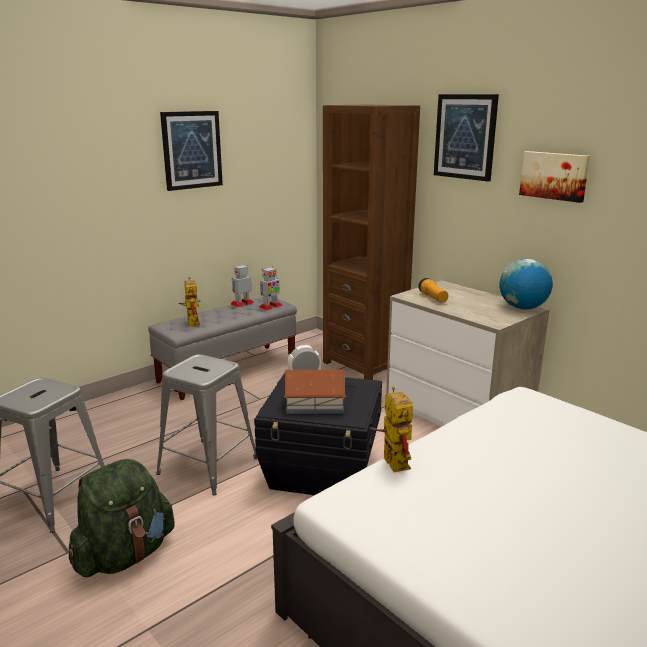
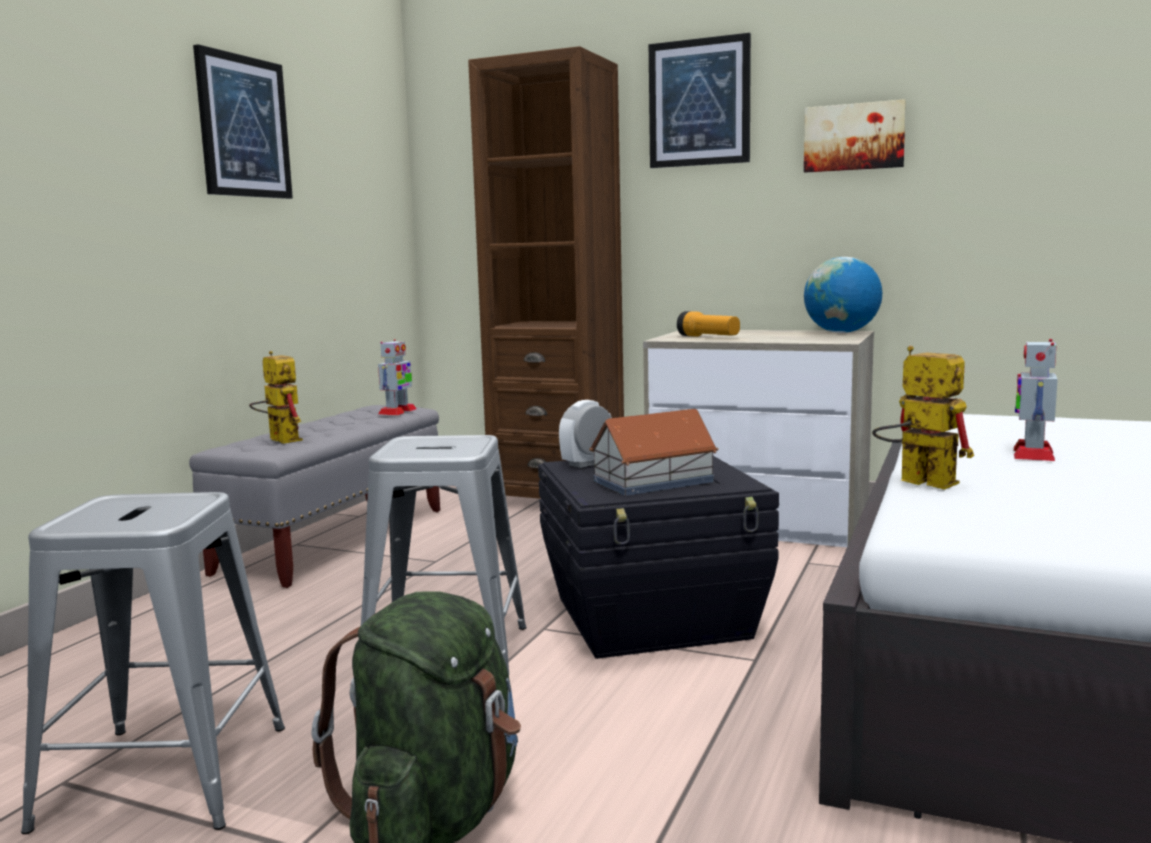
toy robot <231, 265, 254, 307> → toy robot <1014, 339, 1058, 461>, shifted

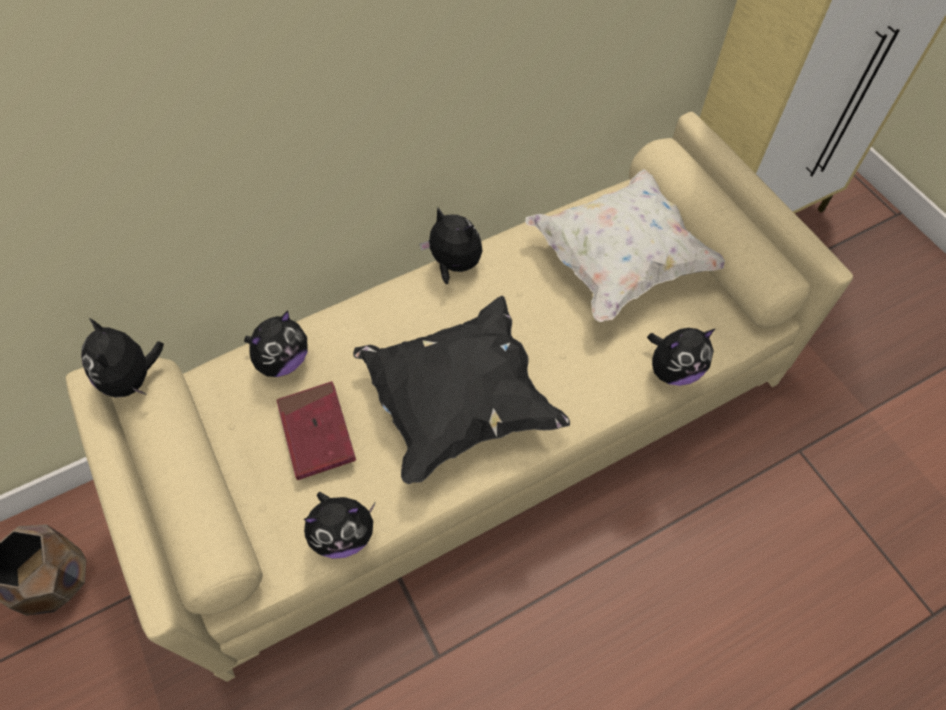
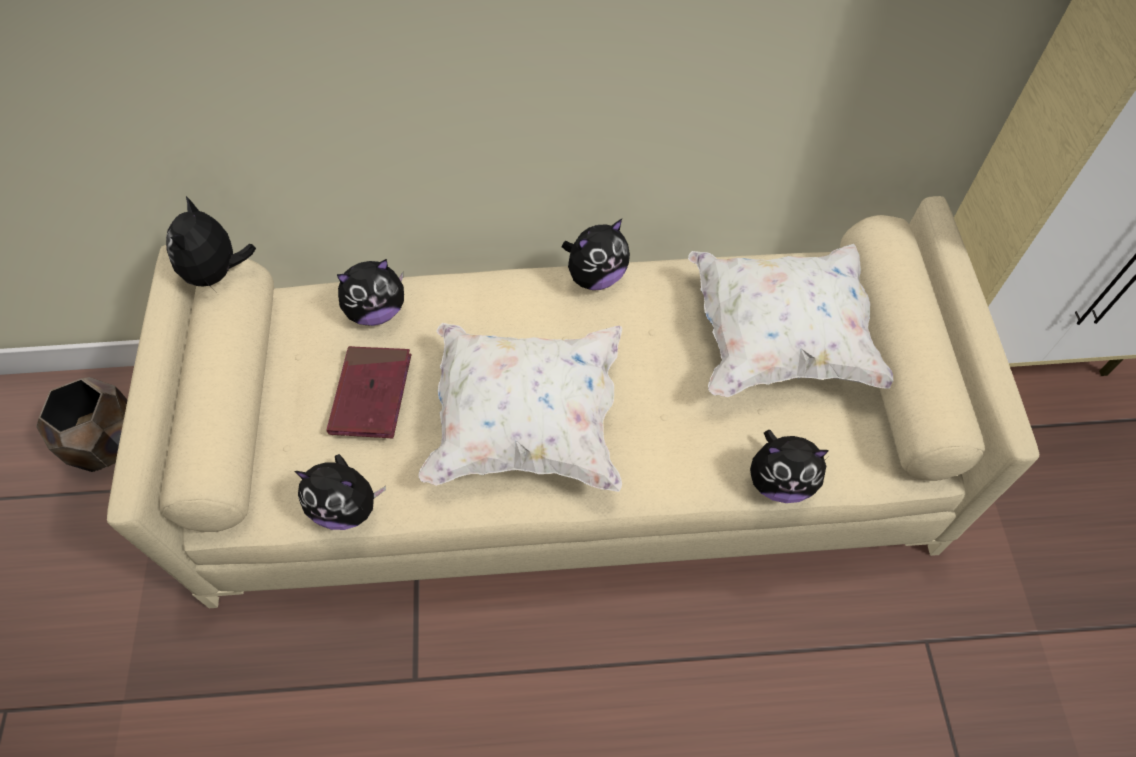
pillow/black <353, 296, 570, 484> → pillow/whitish <419, 323, 622, 492>
plush toy <419, 208, 482, 284> → plush toy <562, 219, 630, 290>, 90 degrees clockwise

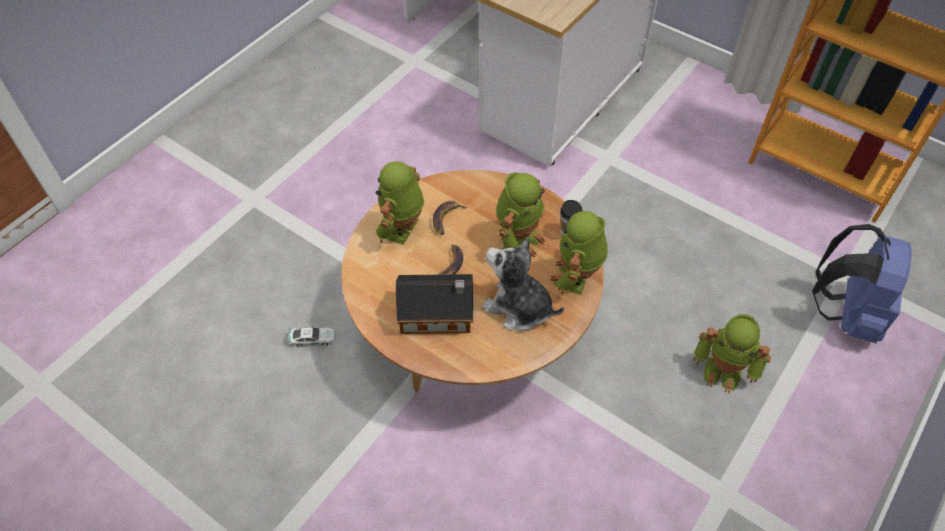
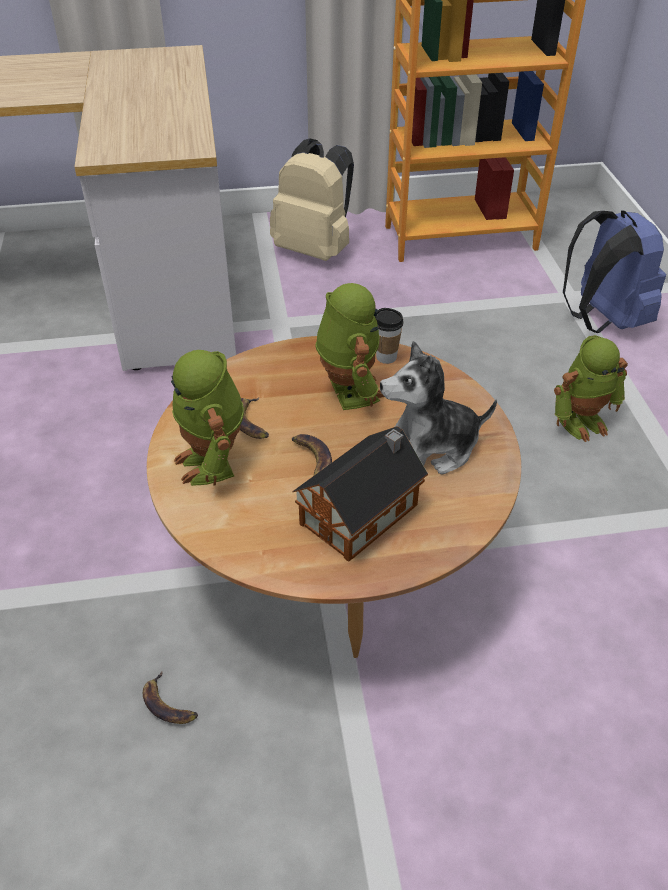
toy robot <550, 211, 608, 295> → -
- → backpack/sand-coloured <270, 138, 354, 261>
model car <288, 325, 336, 347> → whole banana <143, 671, 198, 724>

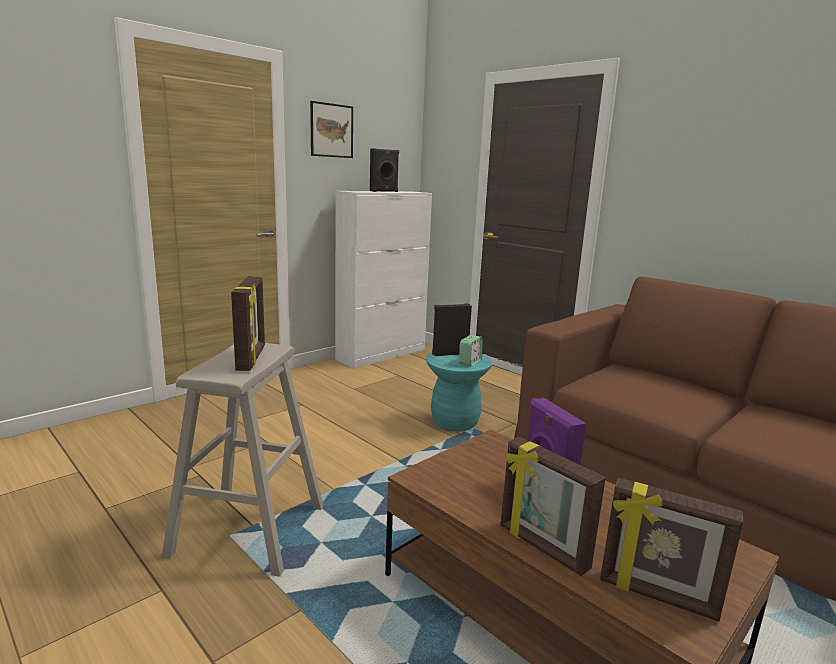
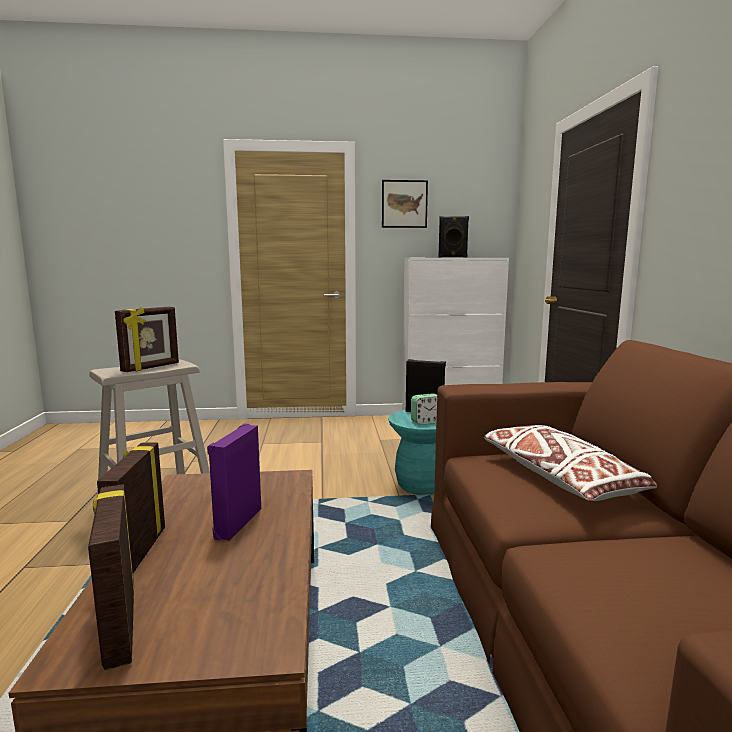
- → pillow/whitish <484, 425, 657, 501>

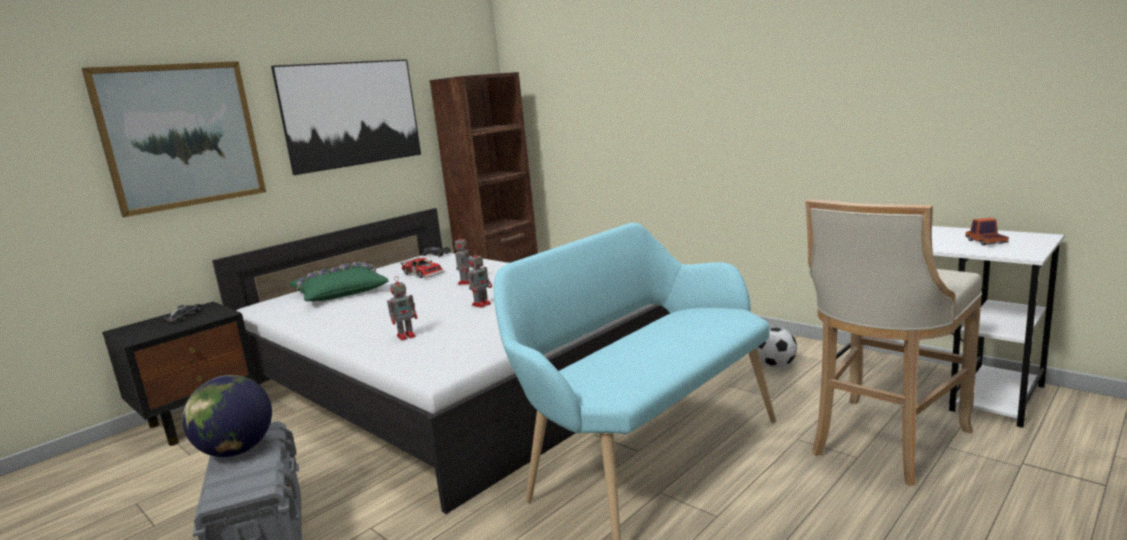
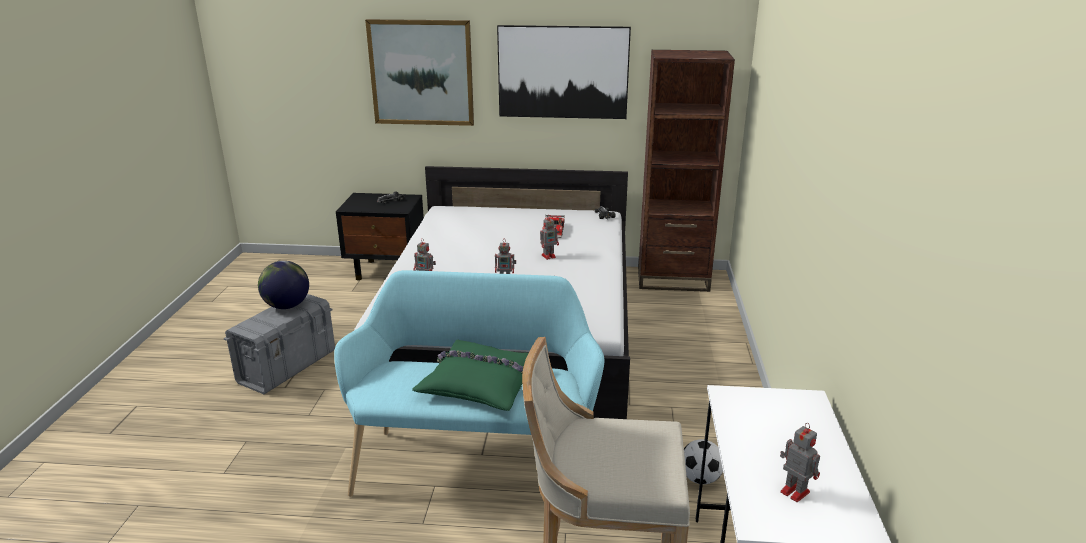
pillow/green <289, 262, 389, 301> → pillow/green <412, 340, 528, 411>, shifted
toy truck <965, 218, 1009, 246> → toy robot <780, 423, 820, 502>

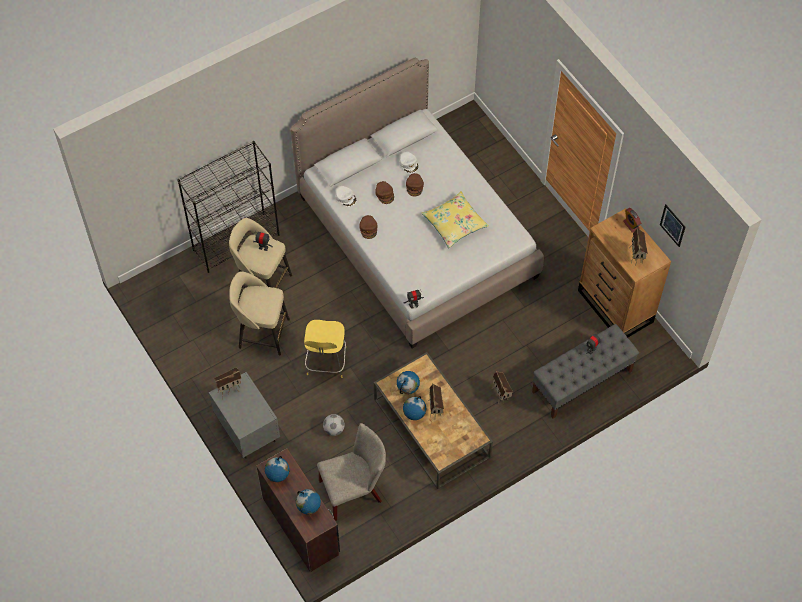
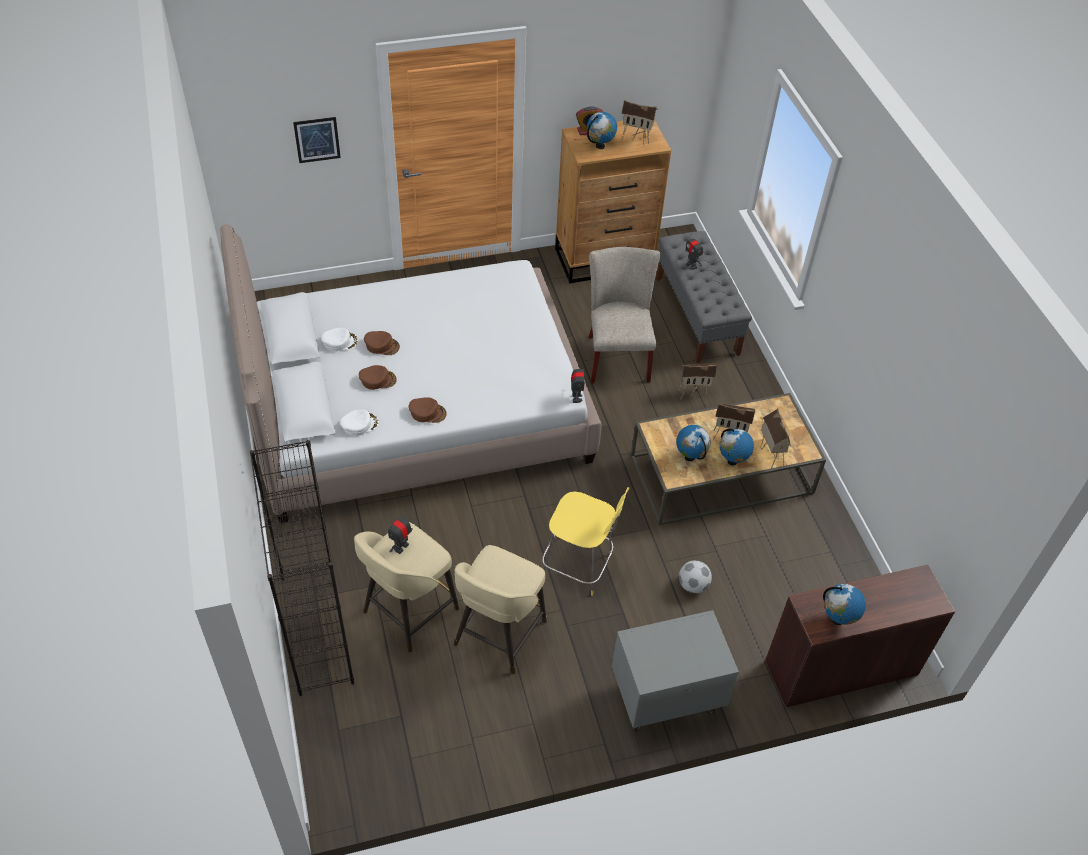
pillow/yellow <421, 192, 489, 248> → -
miniature house <214, 367, 241, 399> → miniature house <760, 409, 791, 468>, shifted
desk globe <296, 489, 321, 514> → desk globe <587, 112, 617, 149>, shifted
chair/sand-coloured <317, 423, 386, 521> → chair/sand-coloured <588, 247, 660, 383>, shifted
picture <660, 204, 685, 247> → picture <293, 117, 341, 163>, shifted

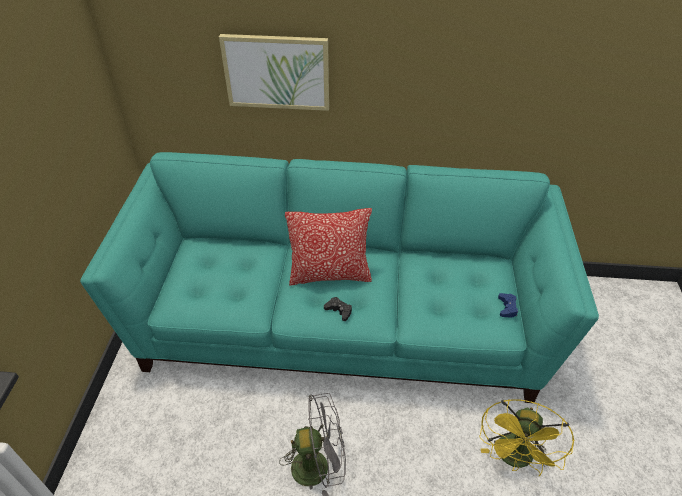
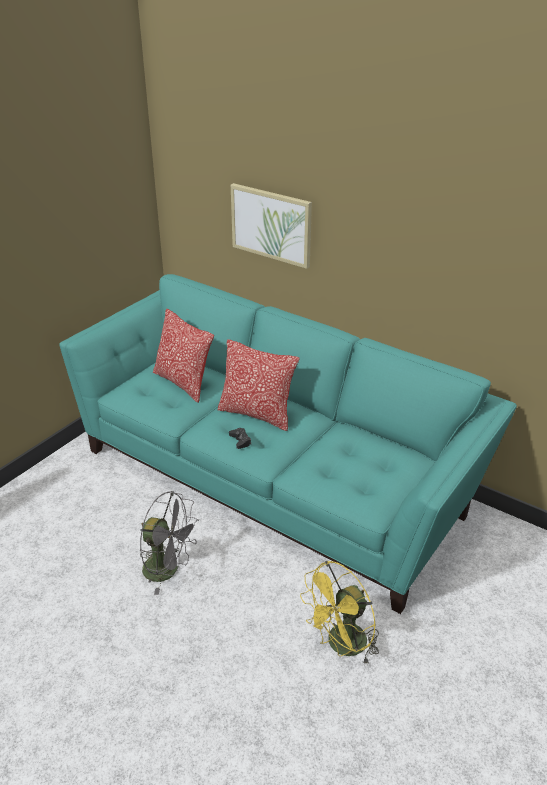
game controller/bluish <498, 293, 518, 318> → -
- → pillow <153, 308, 214, 403>

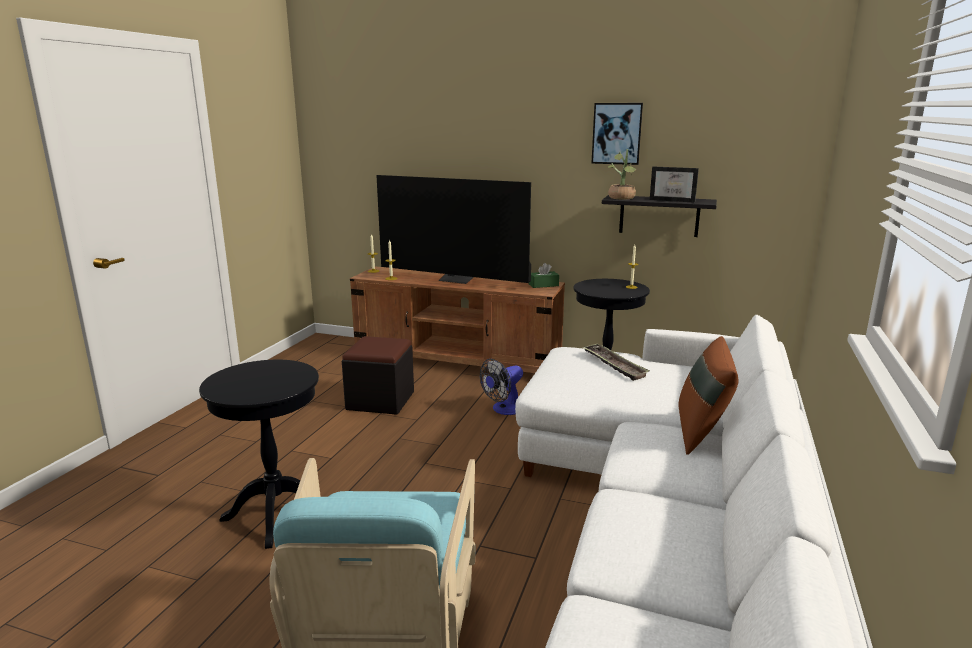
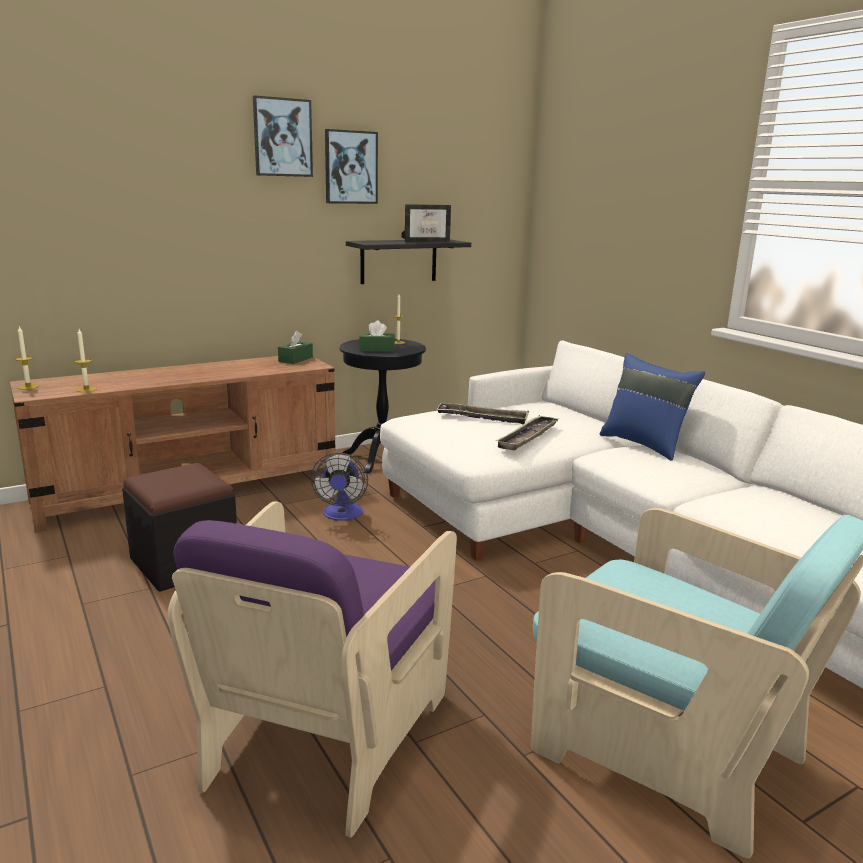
TV set <376, 175, 531, 284> → -
plant in a pot <608, 149, 636, 199> → -
- → picture <253, 95, 313, 177>
- → tissue holder/green <359, 320, 395, 352>
- → tray <496, 415, 560, 451>
end table/black <199, 360, 319, 549> → lounge chair/purplish <168, 501, 457, 838>
pillow/brown <678, 336, 739, 455> → pillow/bluish <600, 353, 705, 461>

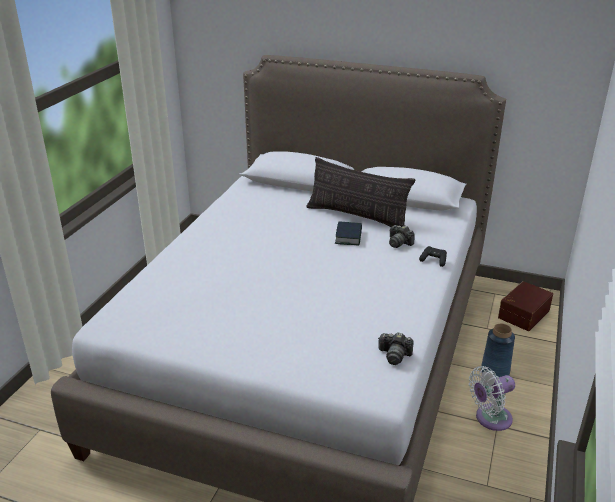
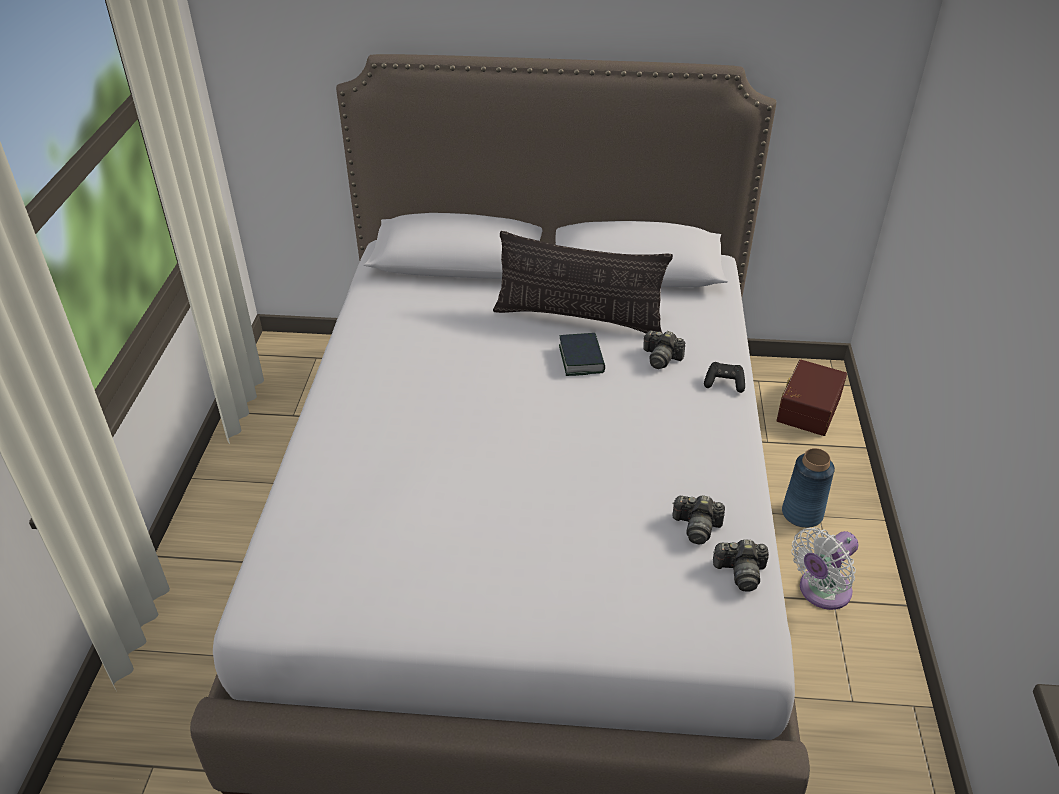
- → photo camera <672, 495, 725, 544>

